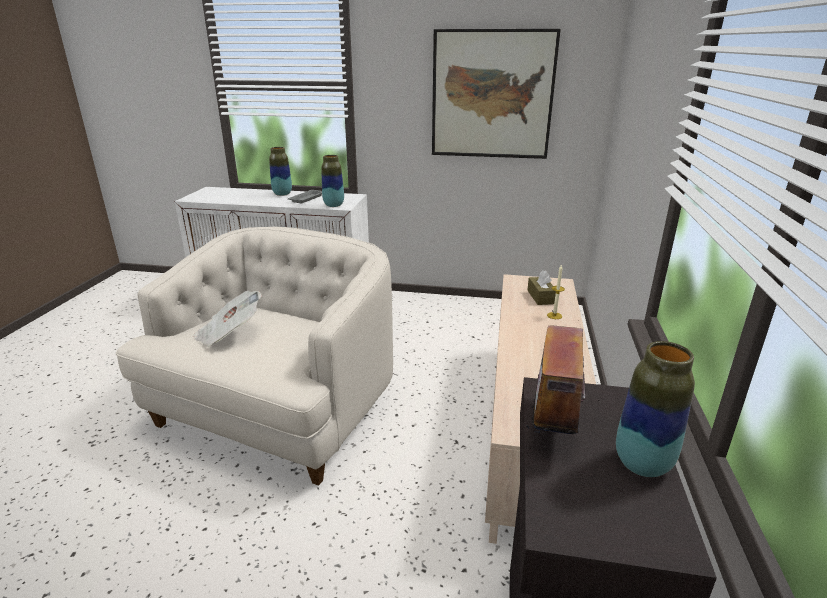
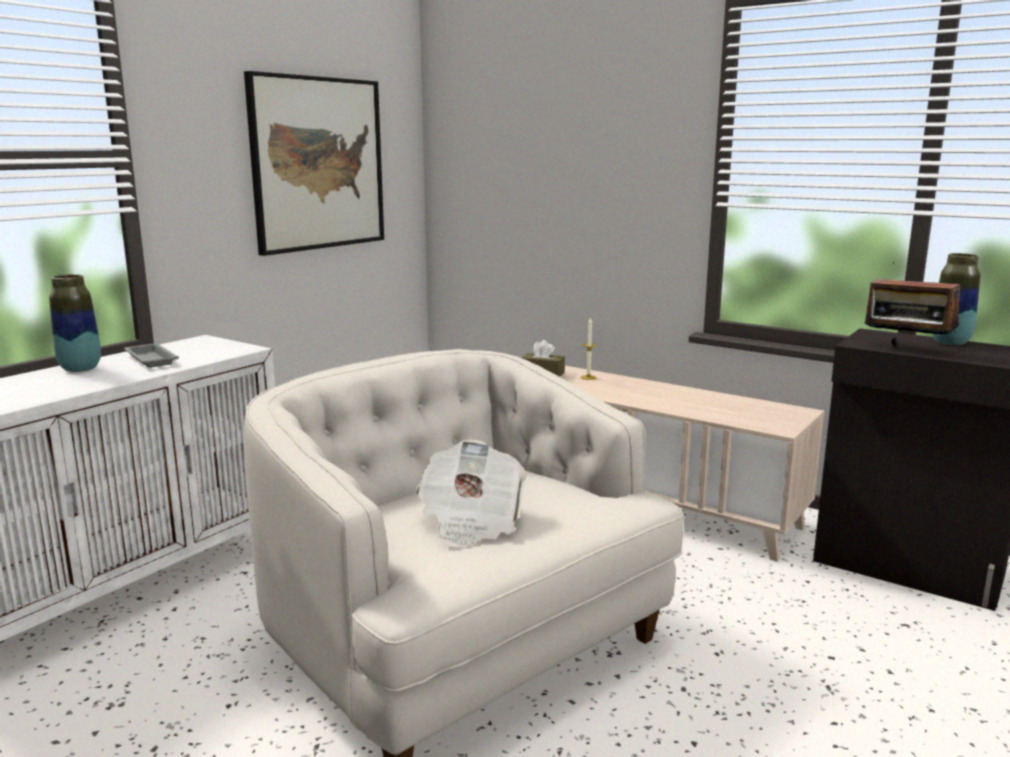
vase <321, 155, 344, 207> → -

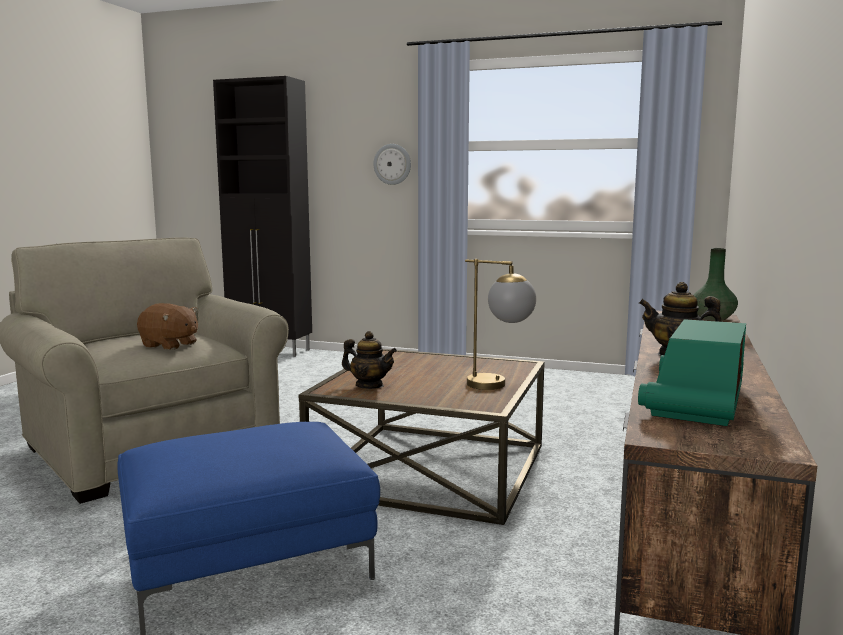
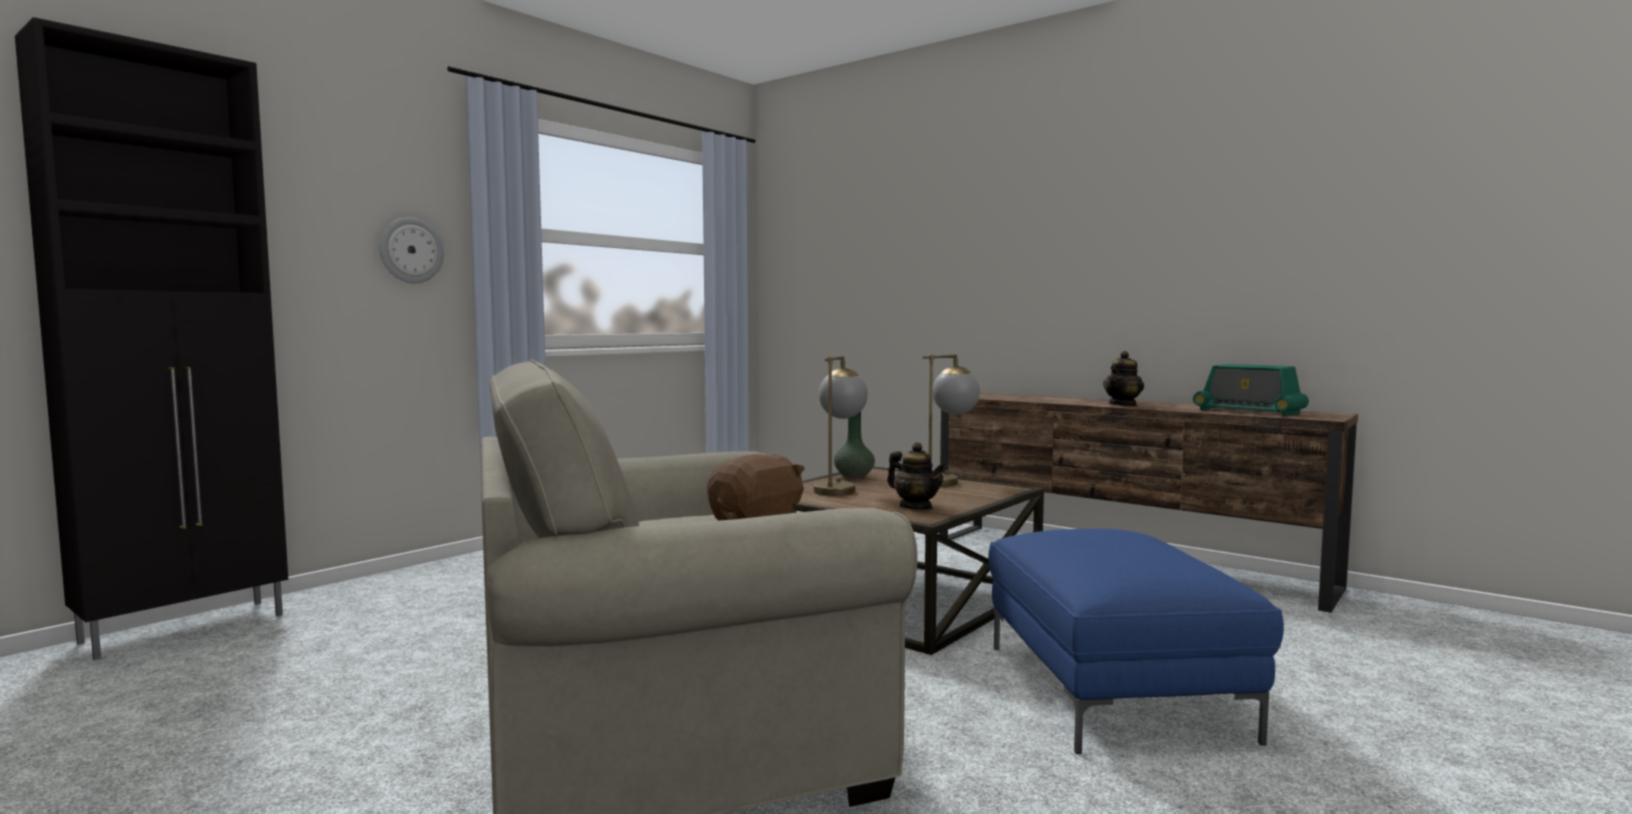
- → tabletop lamp <814, 356, 868, 496>
vase/green <694, 248, 738, 321> → vase/green <834, 412, 875, 478>, shifted
teapot <342, 331, 397, 389> → teapot <887, 442, 947, 510>, 90 degrees clockwise

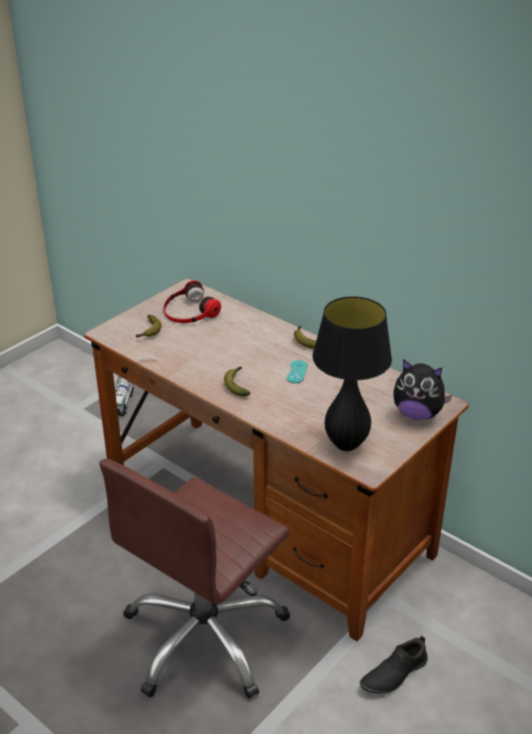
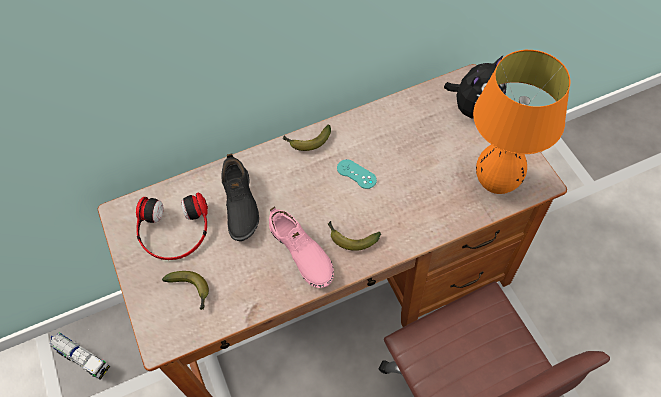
- → item of footwear/pink-coloured <269, 207, 334, 288>
item of footwear/black <360, 635, 428, 694> → item of footwear/black <222, 153, 259, 241>, shifted
tabletop lamp/black <312, 296, 392, 451> → tabletop lamp/orange-coloured <473, 50, 571, 194>

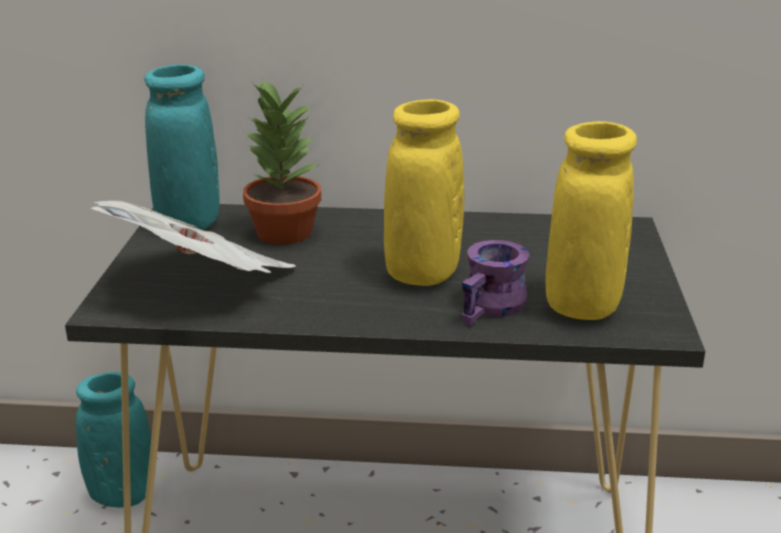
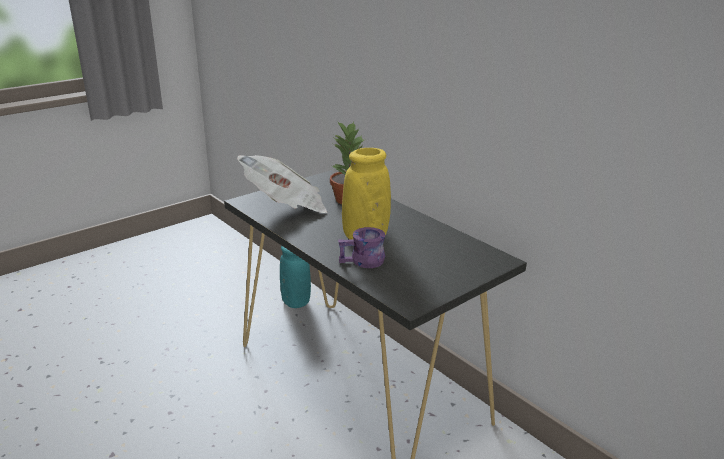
vase/turquoise <144, 64, 220, 230> → -
vase/yellow <546, 121, 637, 320> → -

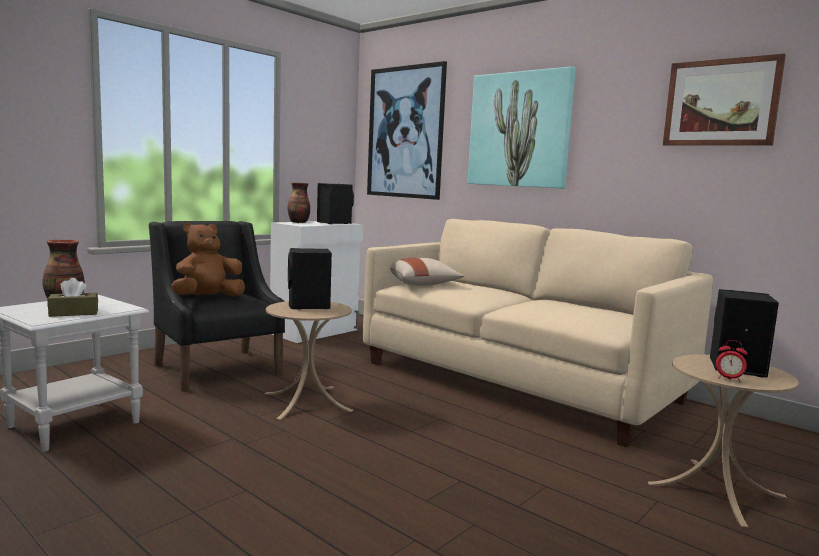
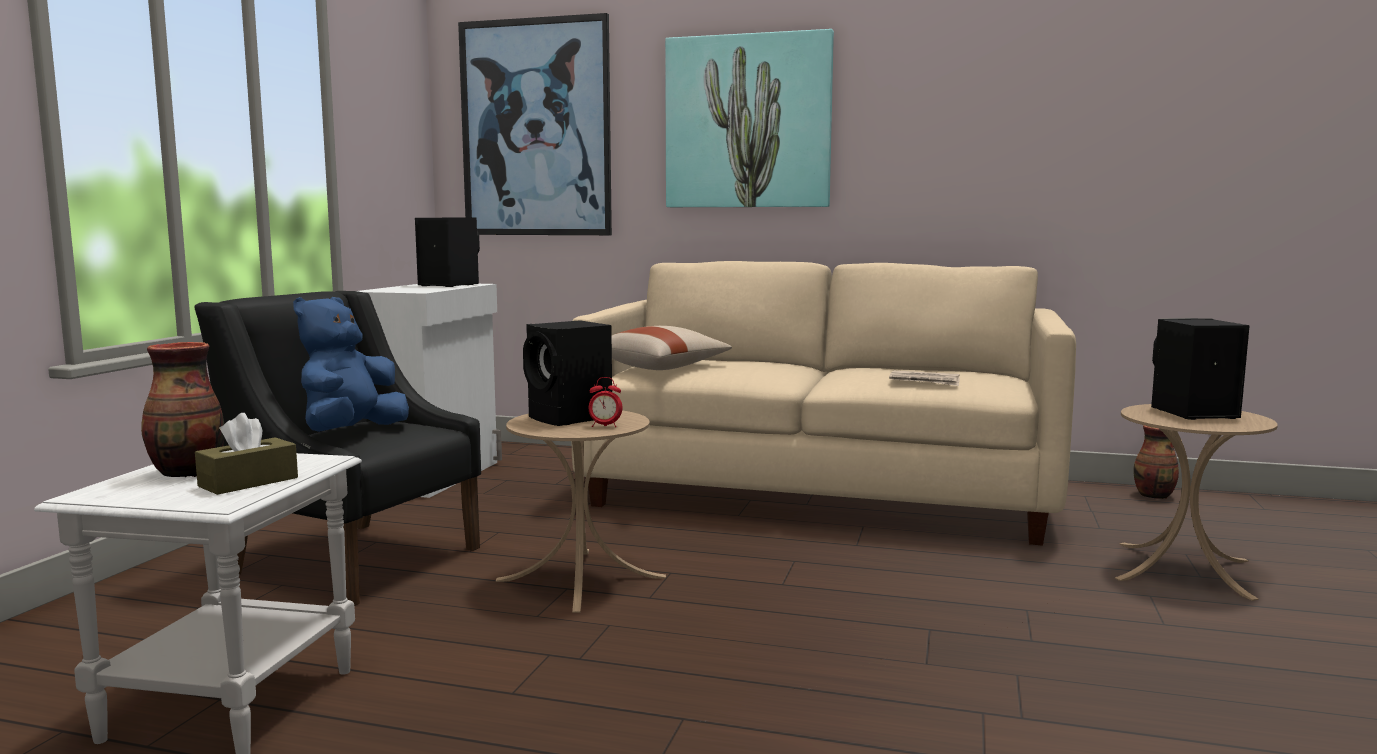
picture <663, 54, 786, 146> → -
- → daily paper <889, 371, 960, 386>
vase <287, 182, 310, 223> → vase <1133, 425, 1179, 499>, shifted
bedside clock <716, 340, 748, 382> → bedside clock <589, 377, 623, 427>, shifted
plush toy/brown <172, 223, 245, 297> → plush toy/bluish <293, 297, 409, 432>

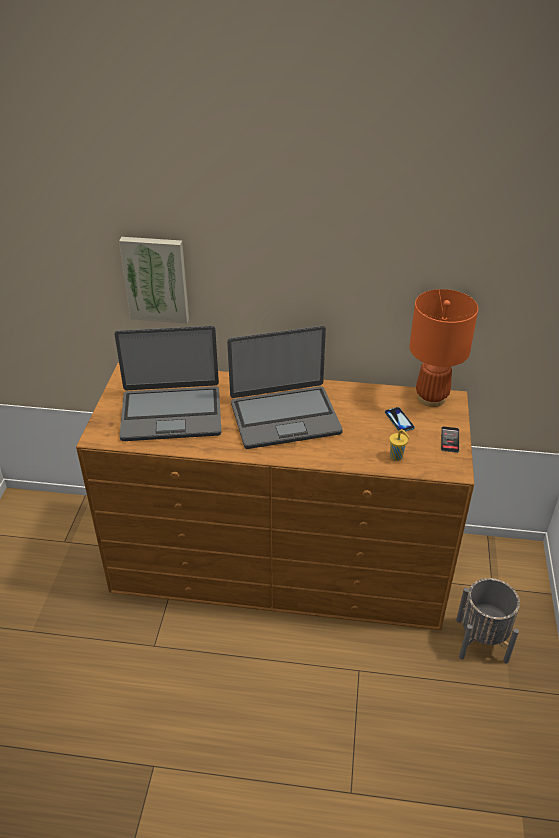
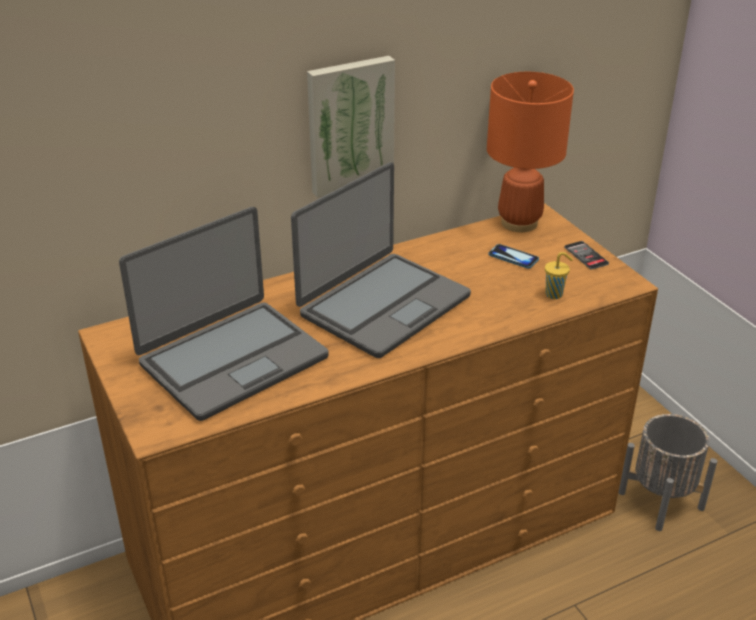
picture <119, 237, 189, 323> → picture <307, 56, 395, 198>, shifted

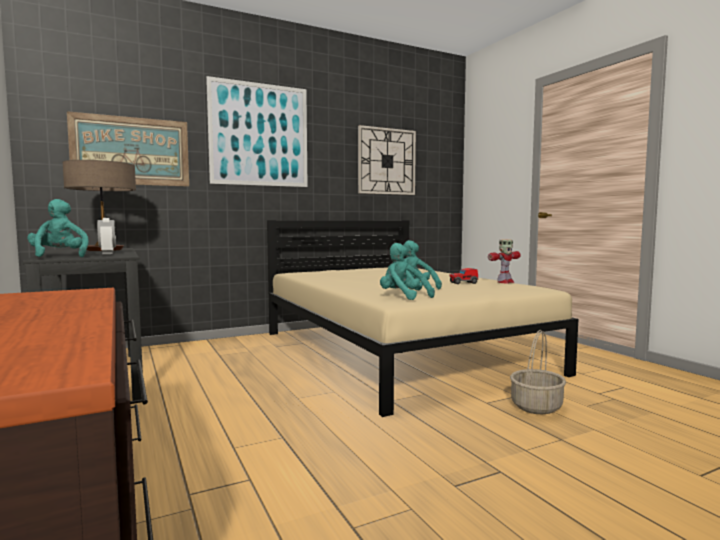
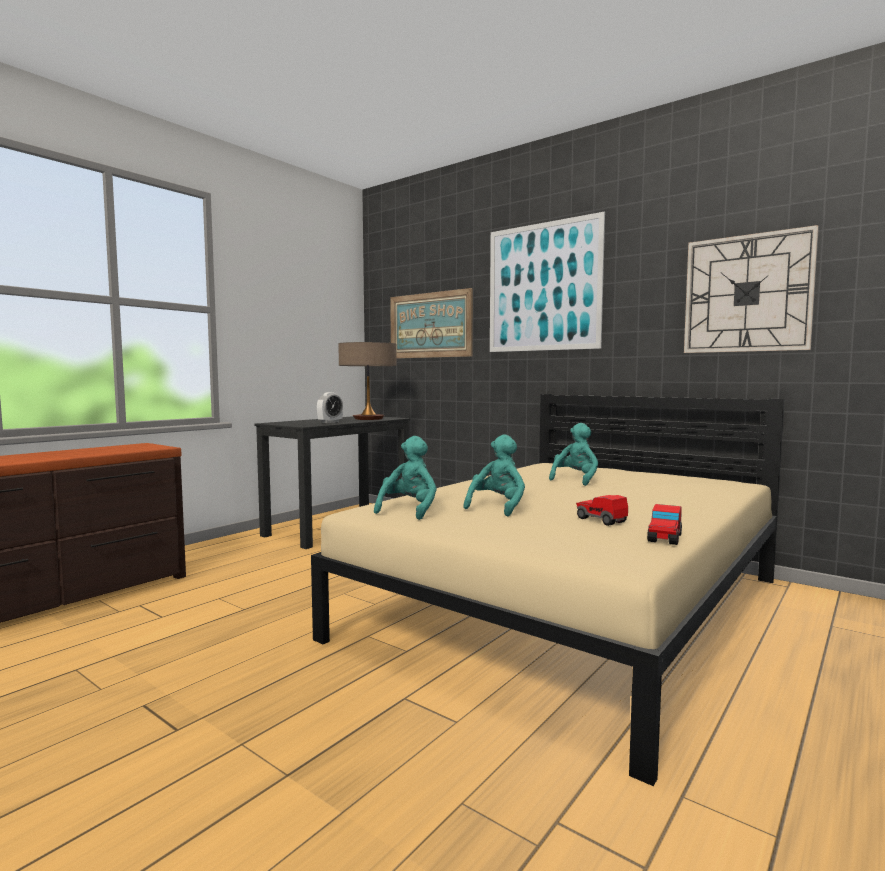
storage basket <510, 330, 566, 414> → -
plush toy/turquoise <27, 199, 89, 257> → plush toy/turquoise <549, 423, 598, 486>, shifted
toy robot <488, 239, 521, 284> → model car <647, 504, 682, 545>

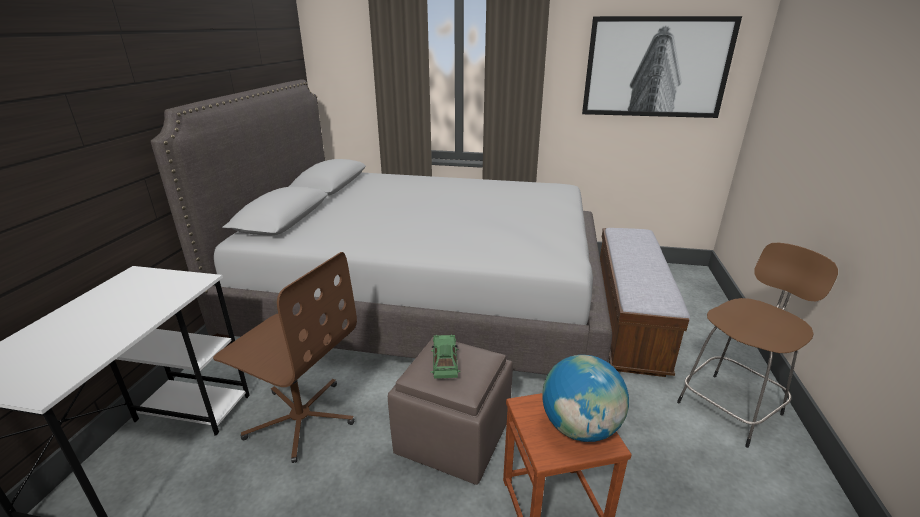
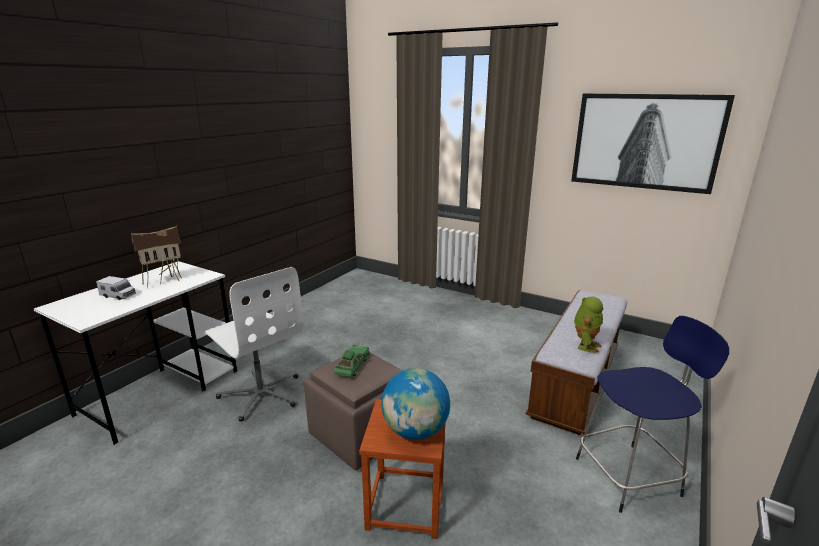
bedroom bed/gray <151, 79, 612, 375> → -
- → toy truck <96, 276, 136, 300>
- → miniature house <131, 226, 182, 289>
- → toy robot <574, 296, 603, 353>
office chair/brown <213, 252, 357, 463> → office chair/whitish <205, 267, 304, 422>
stool/brown <677, 243, 838, 448> → stool/bluish <576, 316, 729, 513>

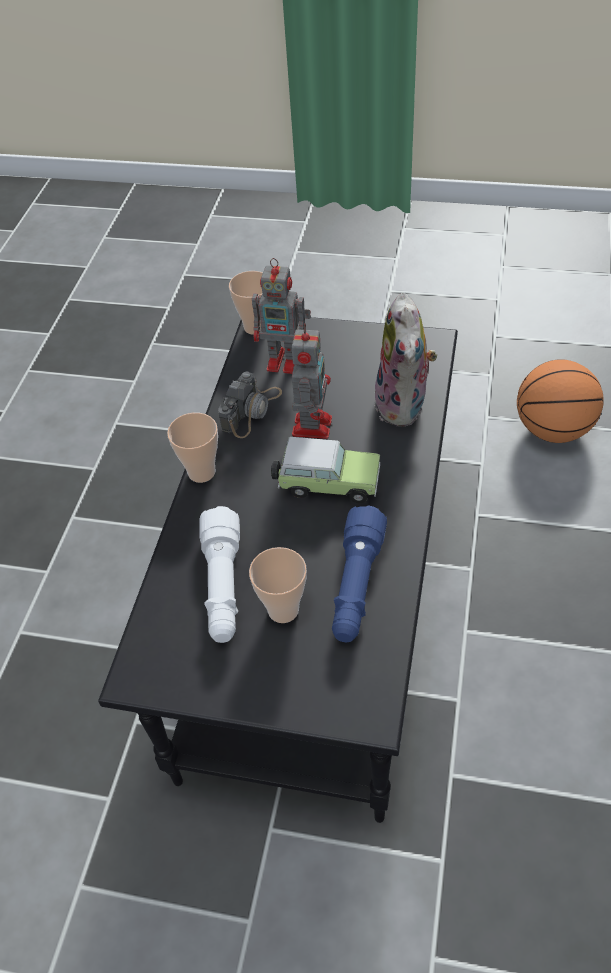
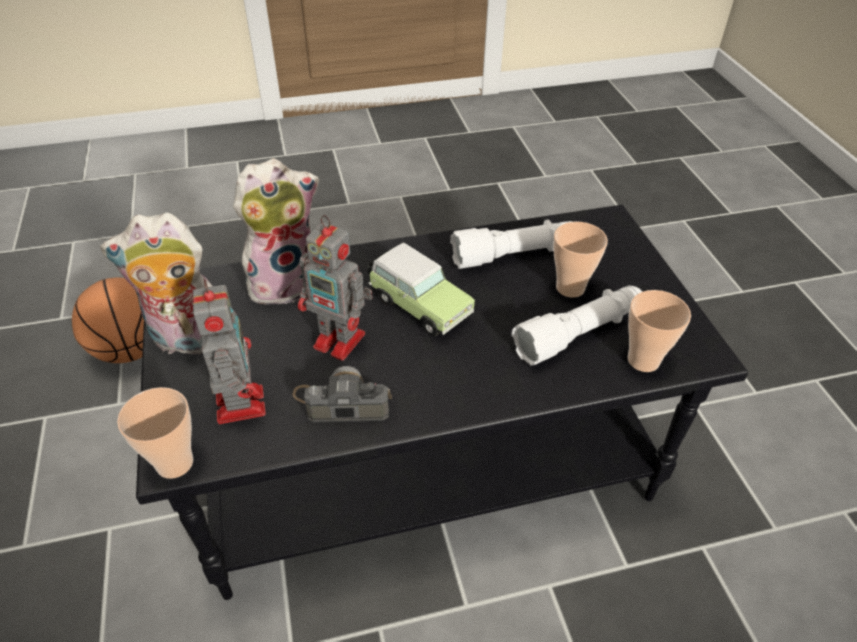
- → plush toy <100, 212, 212, 358>
small cup <167, 413, 218, 483> → small cup <628, 290, 691, 372>, shifted
torch/bluish <332, 505, 387, 642> → torch/whitish <450, 220, 572, 269>
model car <271, 437, 380, 503> → model car <367, 243, 475, 337>, 150 degrees clockwise
toy robot <292, 323, 332, 439> → toy robot <298, 215, 373, 361>, 135 degrees counterclockwise

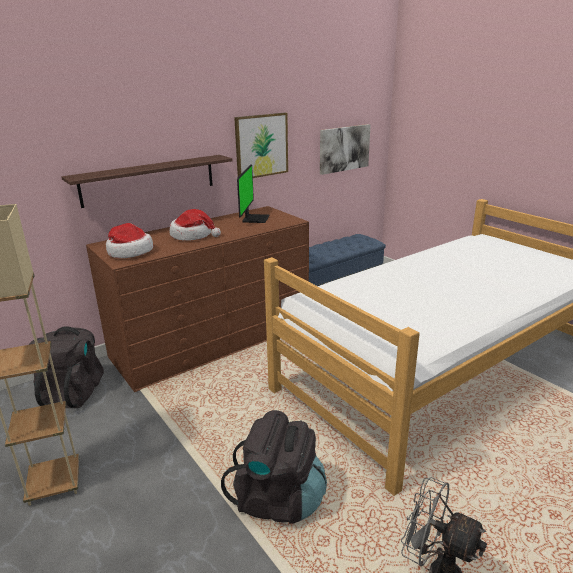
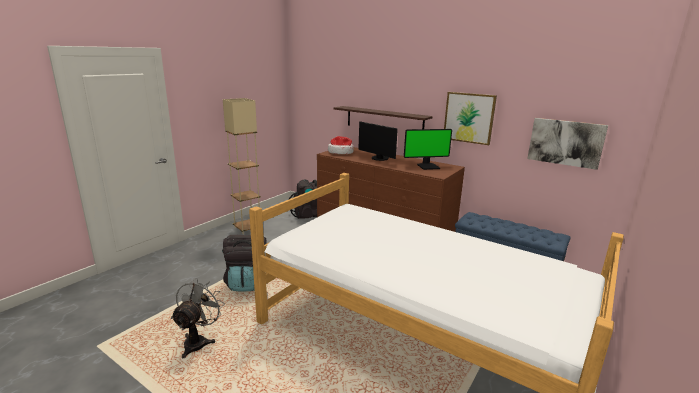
wearable hat <169, 209, 221, 241> → monitor <358, 121, 398, 161>

